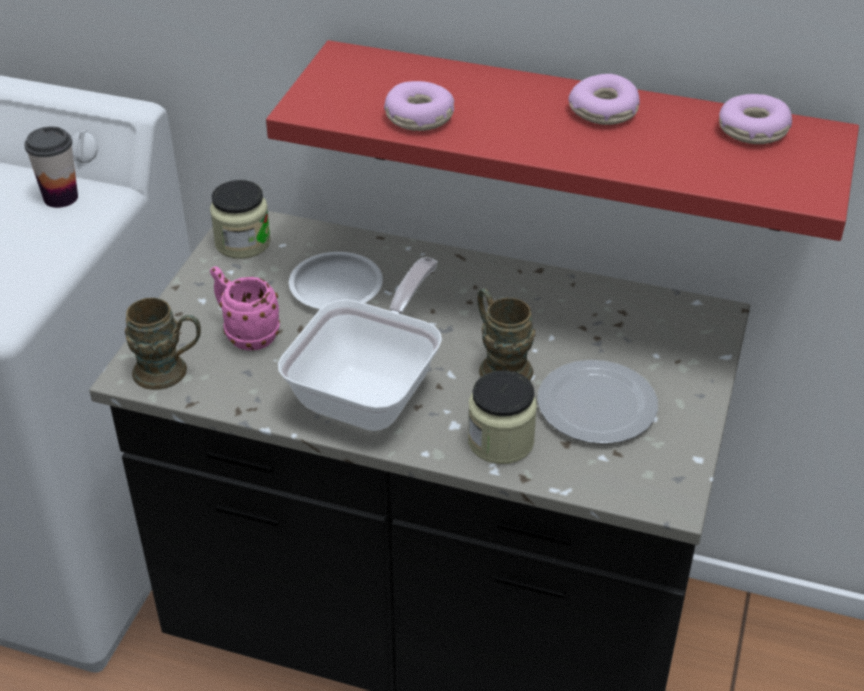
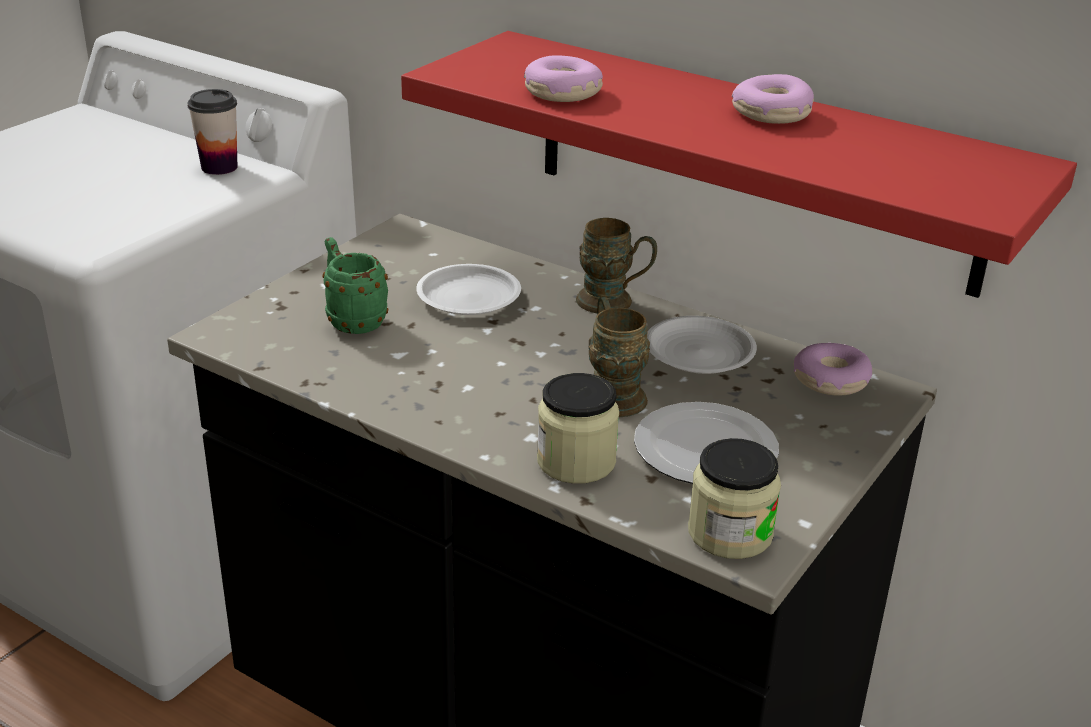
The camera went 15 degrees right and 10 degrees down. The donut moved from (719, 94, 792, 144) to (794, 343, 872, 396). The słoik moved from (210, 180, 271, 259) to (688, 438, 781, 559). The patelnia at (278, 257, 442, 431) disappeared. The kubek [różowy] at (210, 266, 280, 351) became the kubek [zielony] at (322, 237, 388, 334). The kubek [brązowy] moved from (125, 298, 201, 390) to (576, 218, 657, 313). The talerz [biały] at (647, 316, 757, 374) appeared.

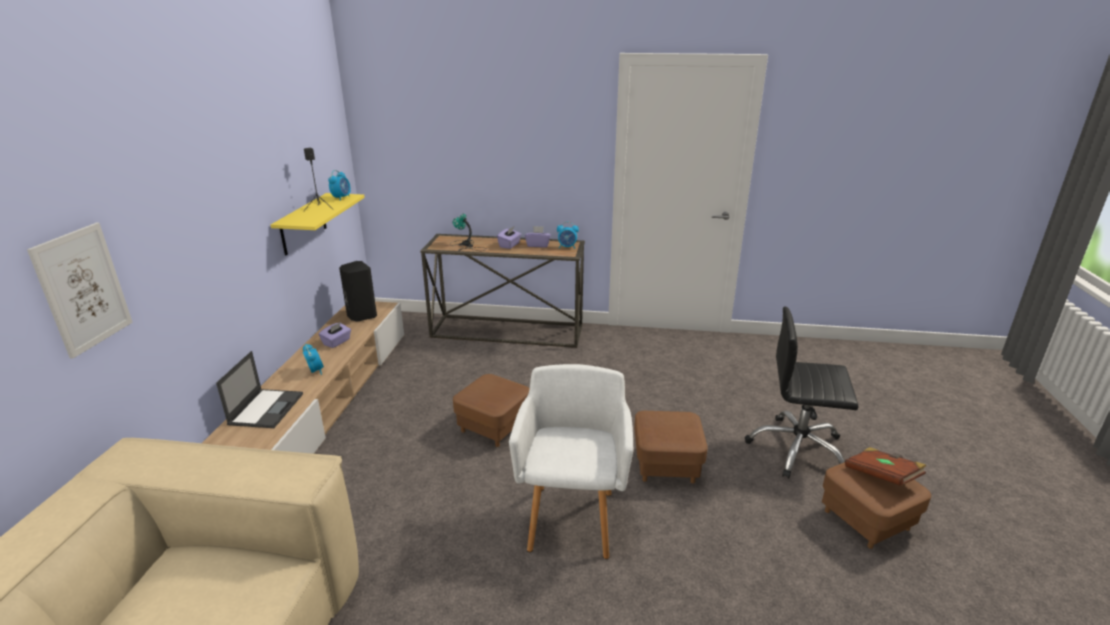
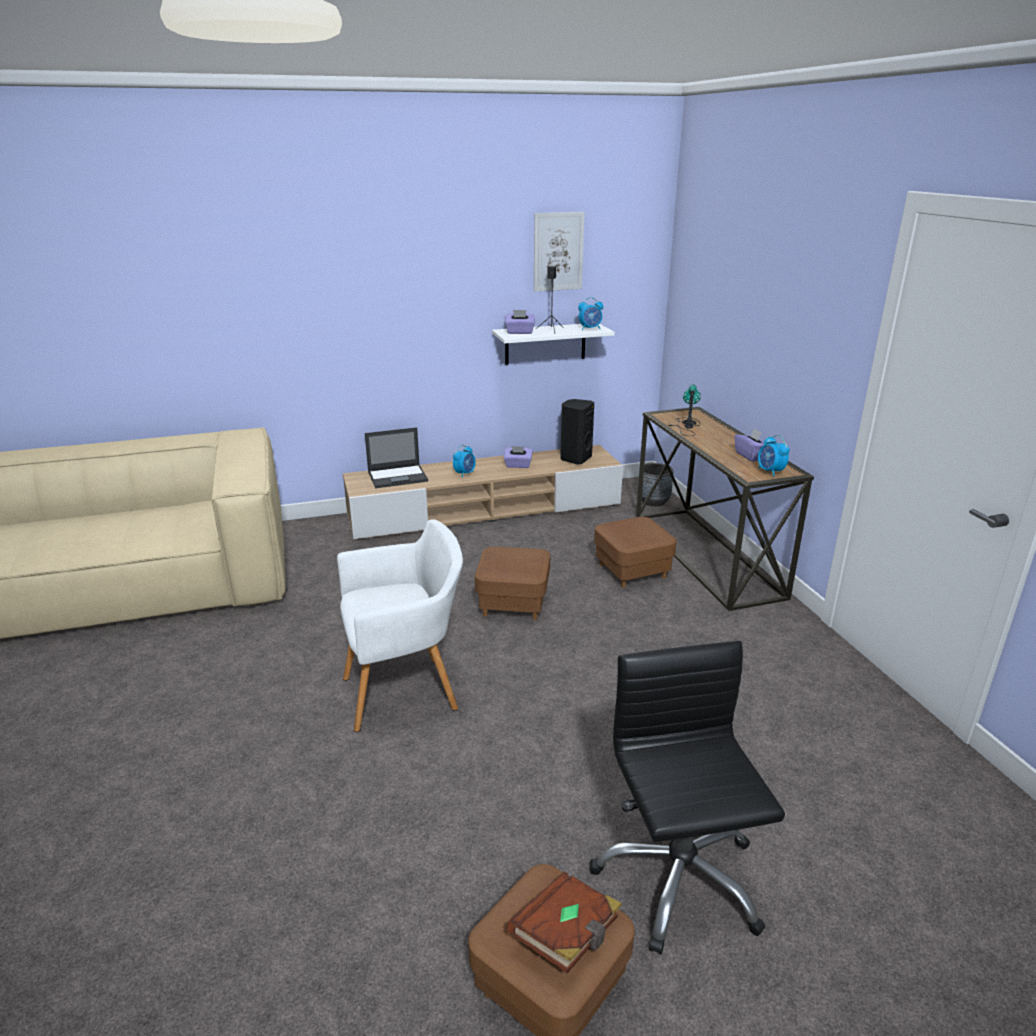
The camera went 65 degrees right and 0 degrees up. The półka [żółty] at (271, 193, 365, 255) became the półka [biały] at (492, 324, 615, 365). The obraz moved from (27, 223, 133, 359) to (534, 212, 584, 292). The pudełko chusteczek [fioletowy] moved from (497, 227, 522, 249) to (505, 310, 535, 334). The pufa [brązowy] moved from (634, 411, 708, 483) to (594, 517, 677, 587). The donica [szary] at (638, 463, 674, 506) appeared.

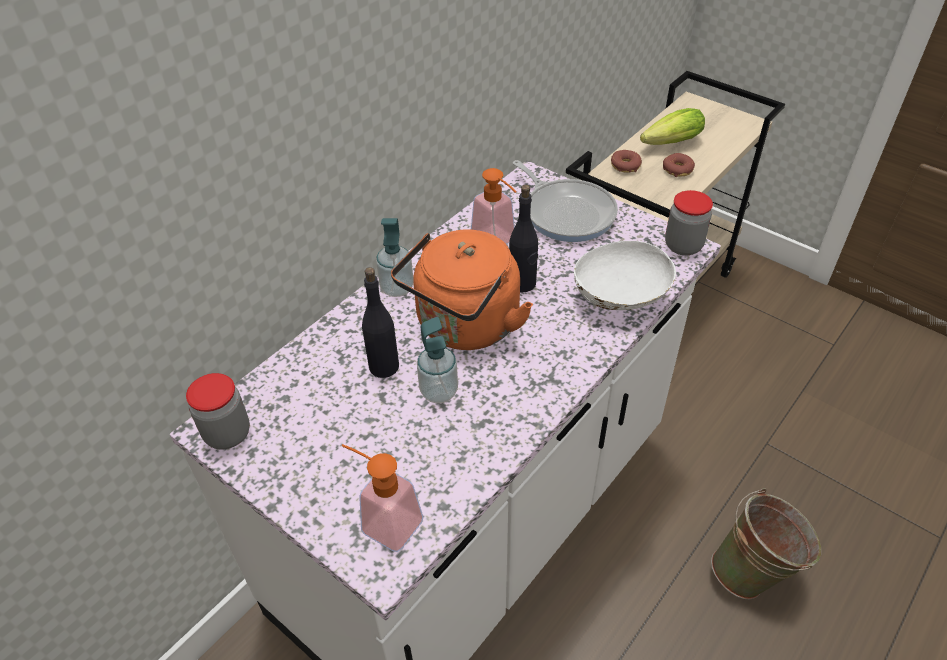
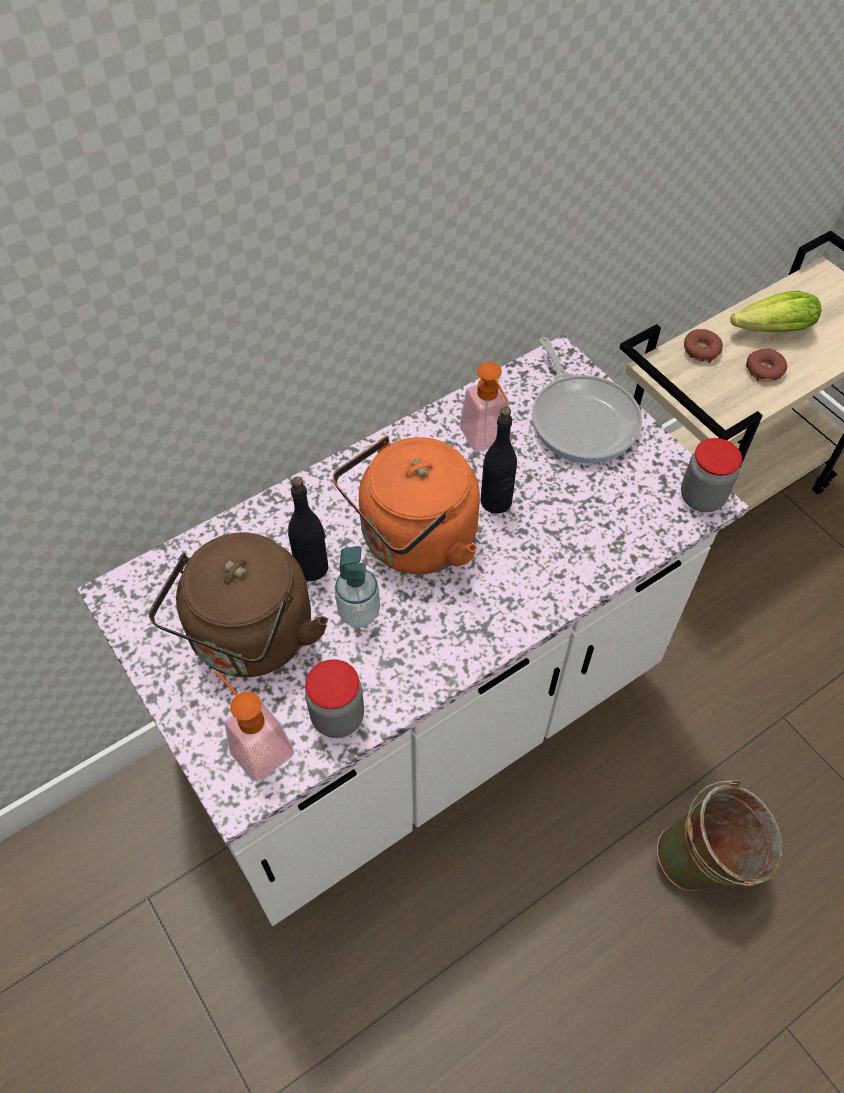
The camera went 15 degrees right and 10 degrees up. The dozownik mydła at (376, 218, 413, 297) disappeared. The miska [biały] at (574, 241, 676, 310) disappeared. The słoik moved from (186, 373, 250, 449) to (305, 659, 364, 738). The czajnik [brązowy] at (149, 532, 328, 677) appeared.

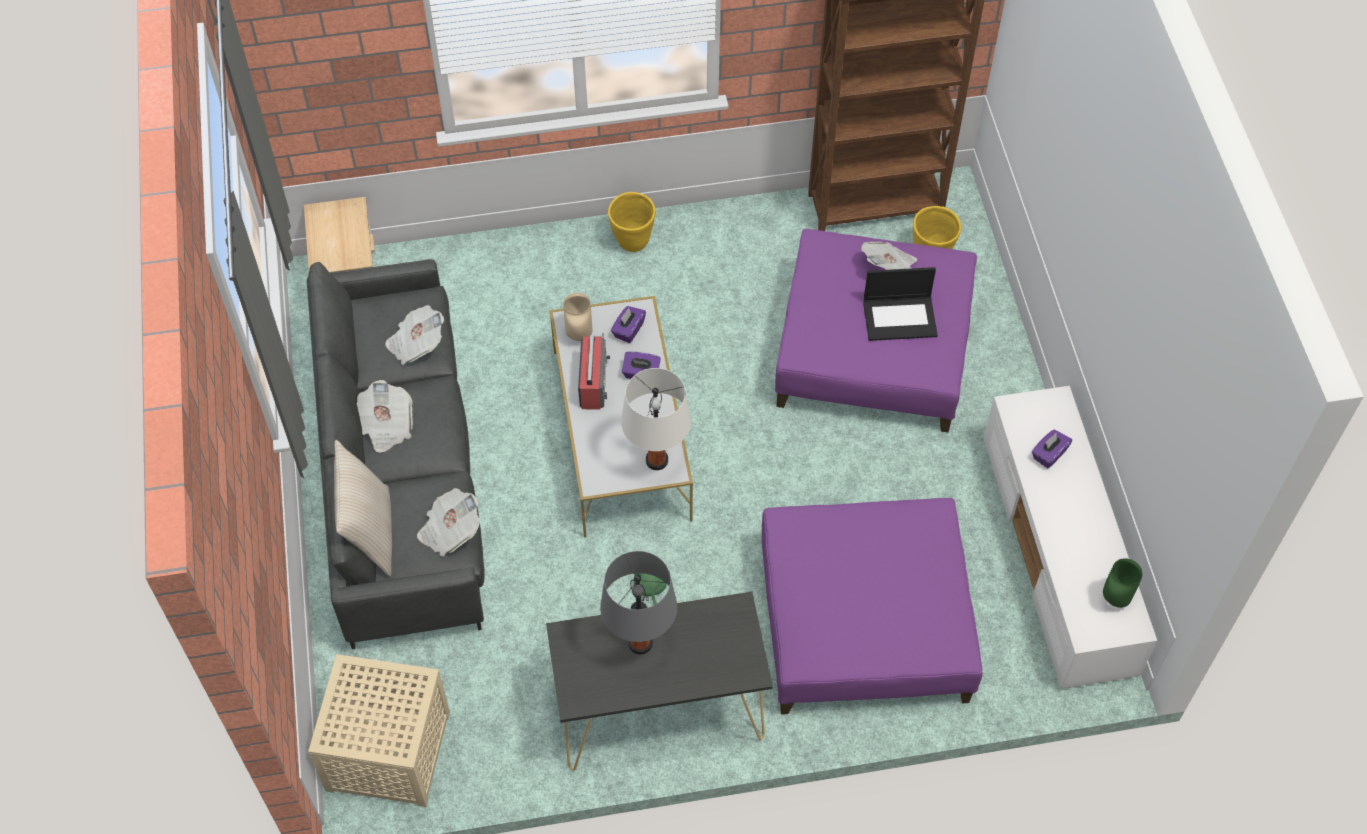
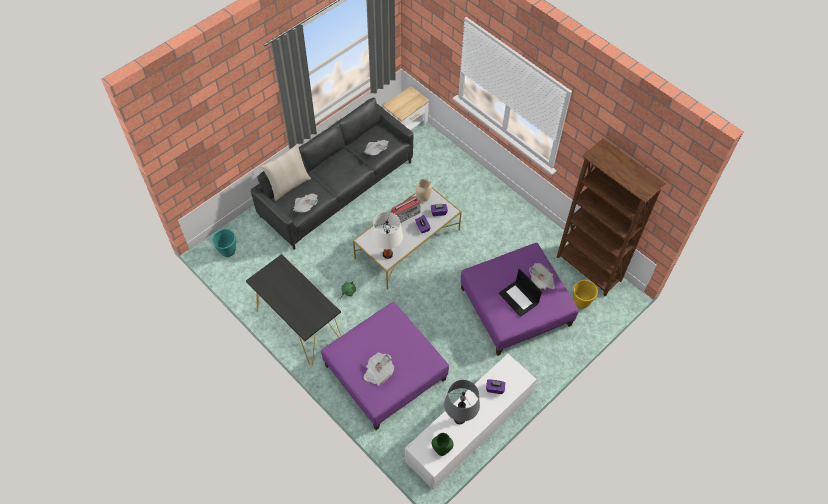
The camera went 55 degrees right and 0 degrees up. The donica [żółty] at (608, 192, 656, 252) disappeared. The gazeta moved from (357, 380, 413, 453) to (363, 352, 394, 386). The lampa stołowa [szary] moved from (600, 551, 677, 654) to (444, 380, 480, 424). The stolik [beżowy] at (308, 654, 450, 807) was replaced by the donica [turkusowy] at (212, 229, 236, 257).

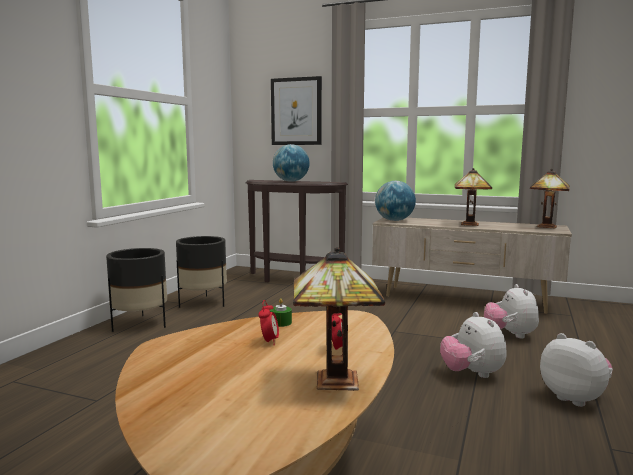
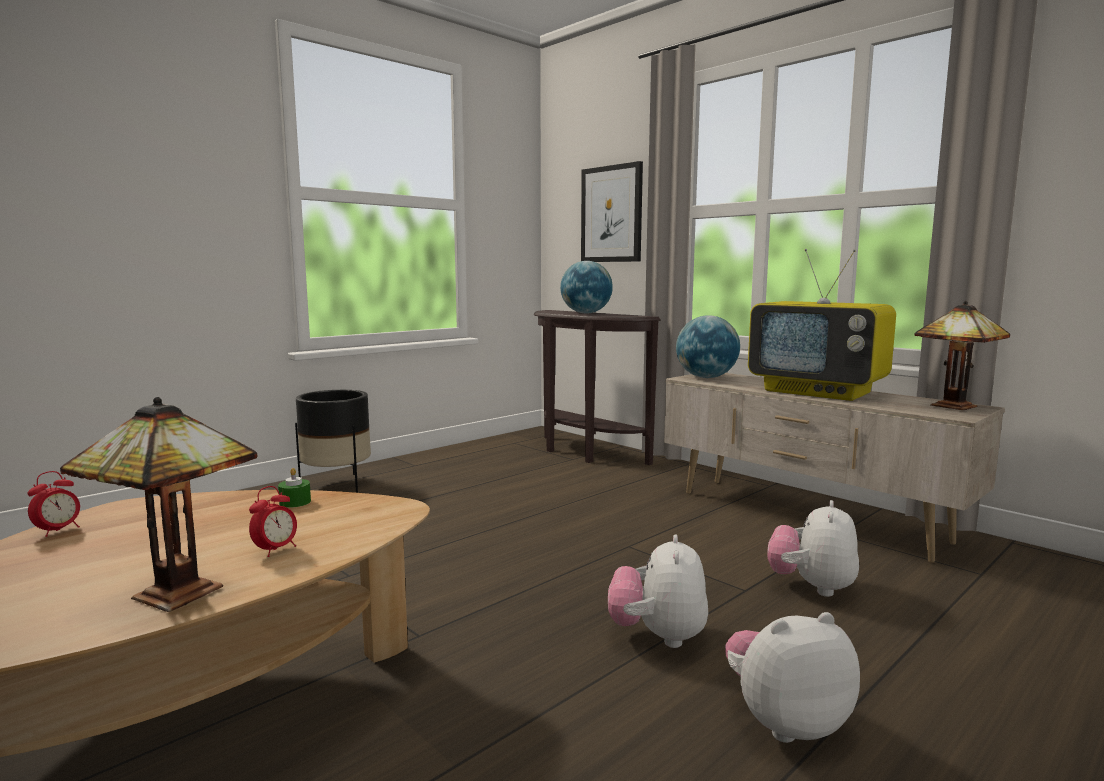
The camera went 25 degrees right and 0 degrees up. The lampa stołowa at (455, 168, 492, 226) was replaced by the telewizor at (748, 249, 896, 401). The donica [czarny] at (176, 236, 227, 308) disappeared. The budzik moved from (258, 300, 279, 345) to (28, 471, 80, 537). The pluszak at (540, 333, 613, 407) turned 90 degrees counterclockwise.

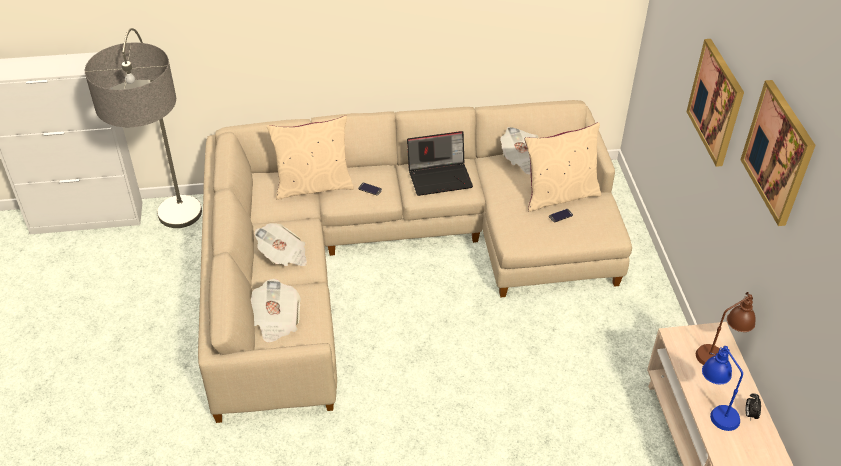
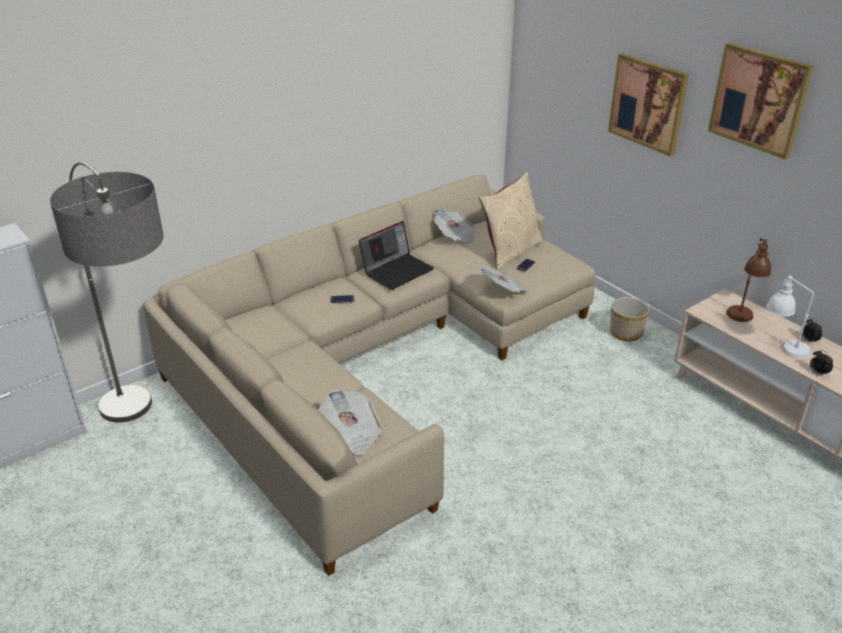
The camera went 30 degrees left and 10 degrees down. The poduszka [beżowy] at (267, 115, 354, 200) disappeared. The gazeta moved from (254, 223, 307, 266) to (479, 265, 529, 293). The lampa stołowa [niebieski] at (702, 346, 743, 431) became the lampa stołowa [biały] at (766, 276, 814, 359). The donica at (610, 297, 650, 341) appeared. The budzik at (810, 350, 833, 378) appeared.

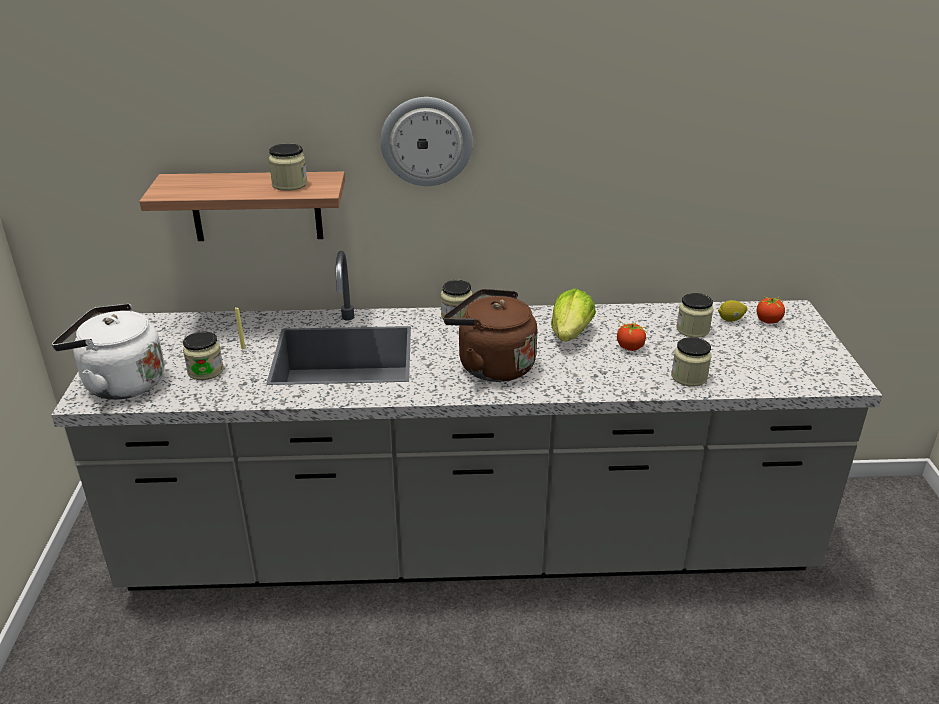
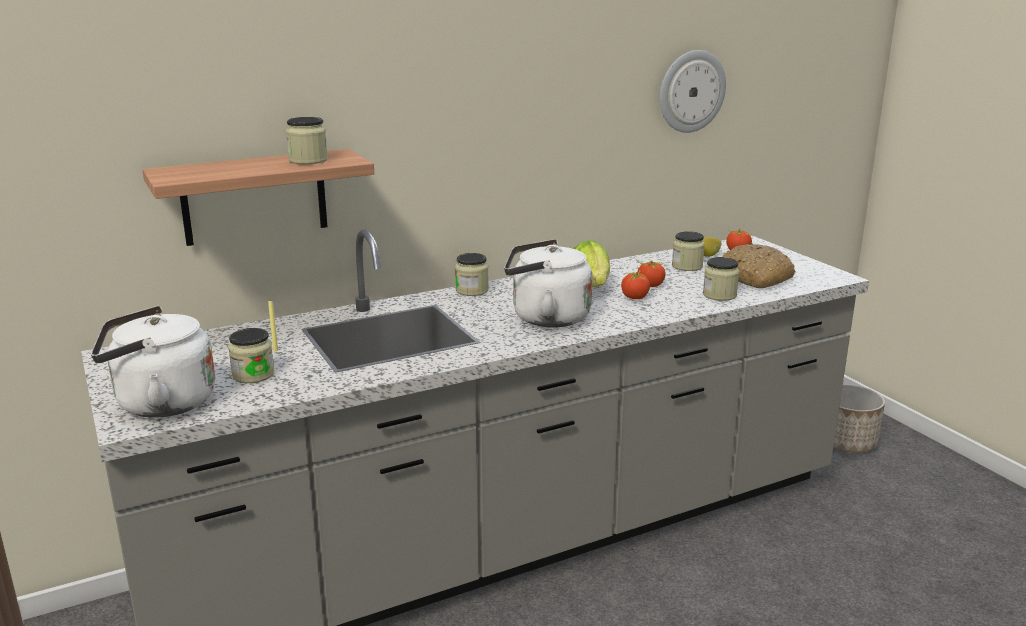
The camera went 25 degrees left and 10 degrees down. The zegar ścienny moved from (380, 97, 473, 186) to (660, 50, 726, 133). The czajnik [brązowy] at (443, 289, 537, 382) became the czajnik [biały] at (504, 239, 592, 327). The chleb at (722, 243, 796, 288) appeared. The pomidor at (621, 268, 650, 299) appeared. The donica at (833, 384, 885, 452) appeared.

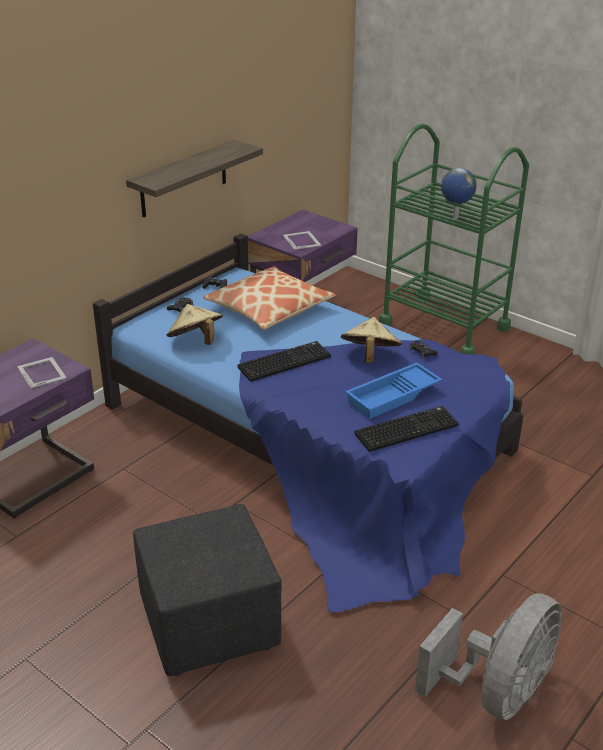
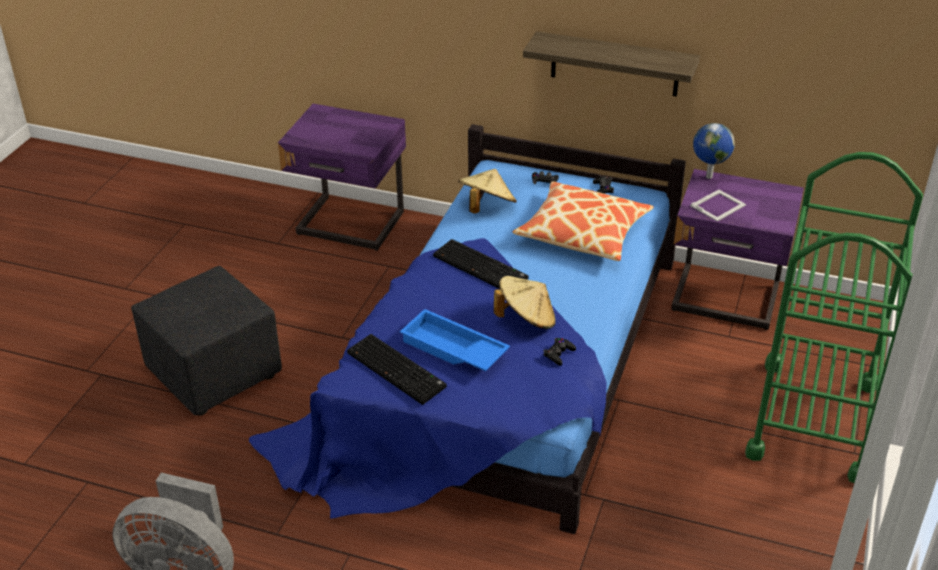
The camera went 70 degrees right and 5 degrees up. The globus moved from (441, 168, 476, 219) to (693, 123, 735, 179). The ramka na zdjęcie at (17, 357, 67, 389) disappeared.

